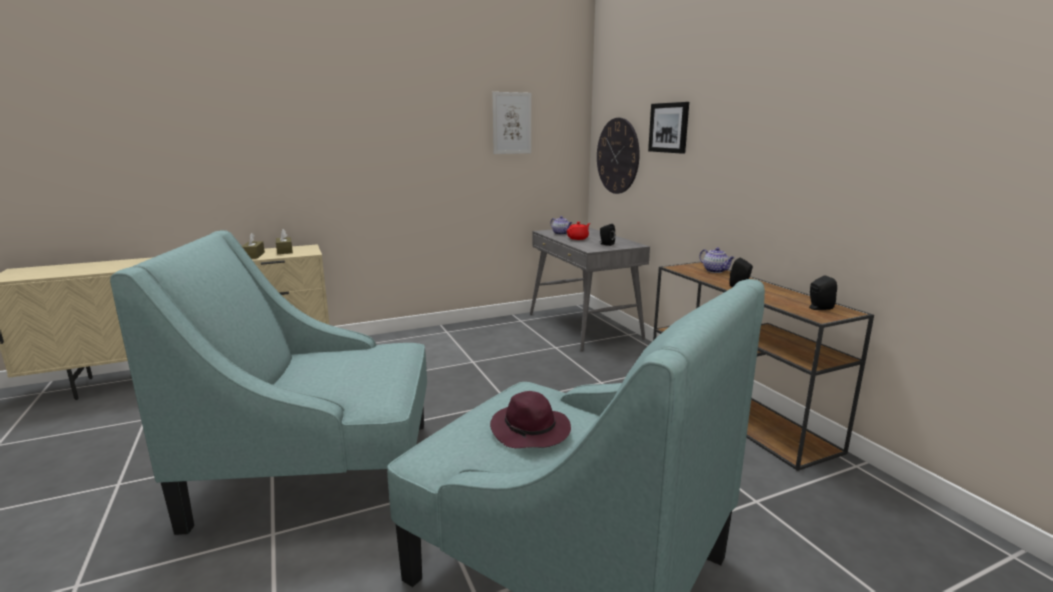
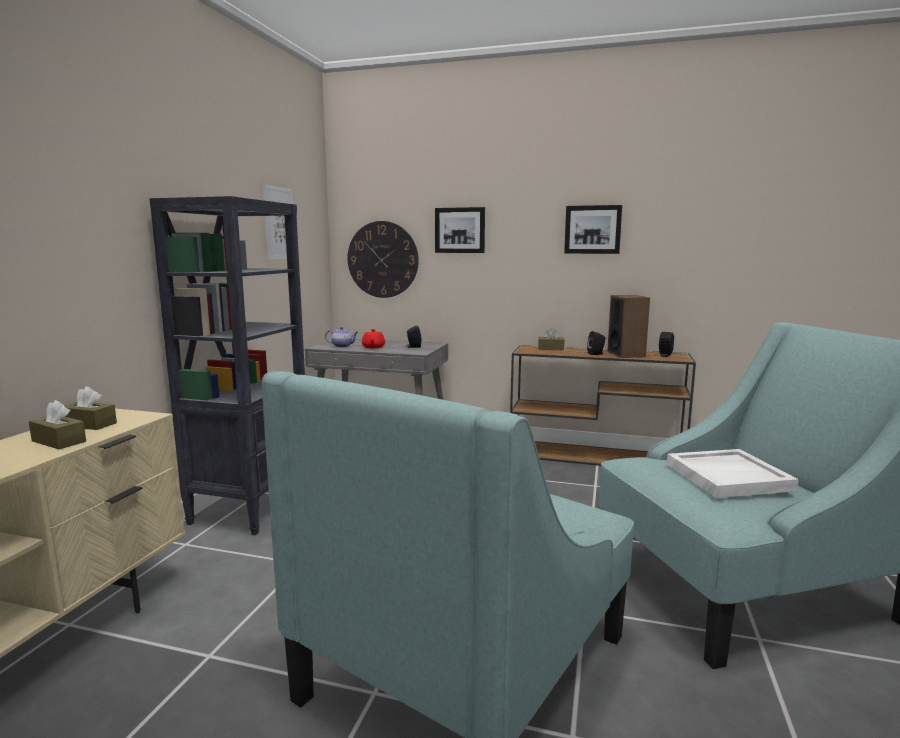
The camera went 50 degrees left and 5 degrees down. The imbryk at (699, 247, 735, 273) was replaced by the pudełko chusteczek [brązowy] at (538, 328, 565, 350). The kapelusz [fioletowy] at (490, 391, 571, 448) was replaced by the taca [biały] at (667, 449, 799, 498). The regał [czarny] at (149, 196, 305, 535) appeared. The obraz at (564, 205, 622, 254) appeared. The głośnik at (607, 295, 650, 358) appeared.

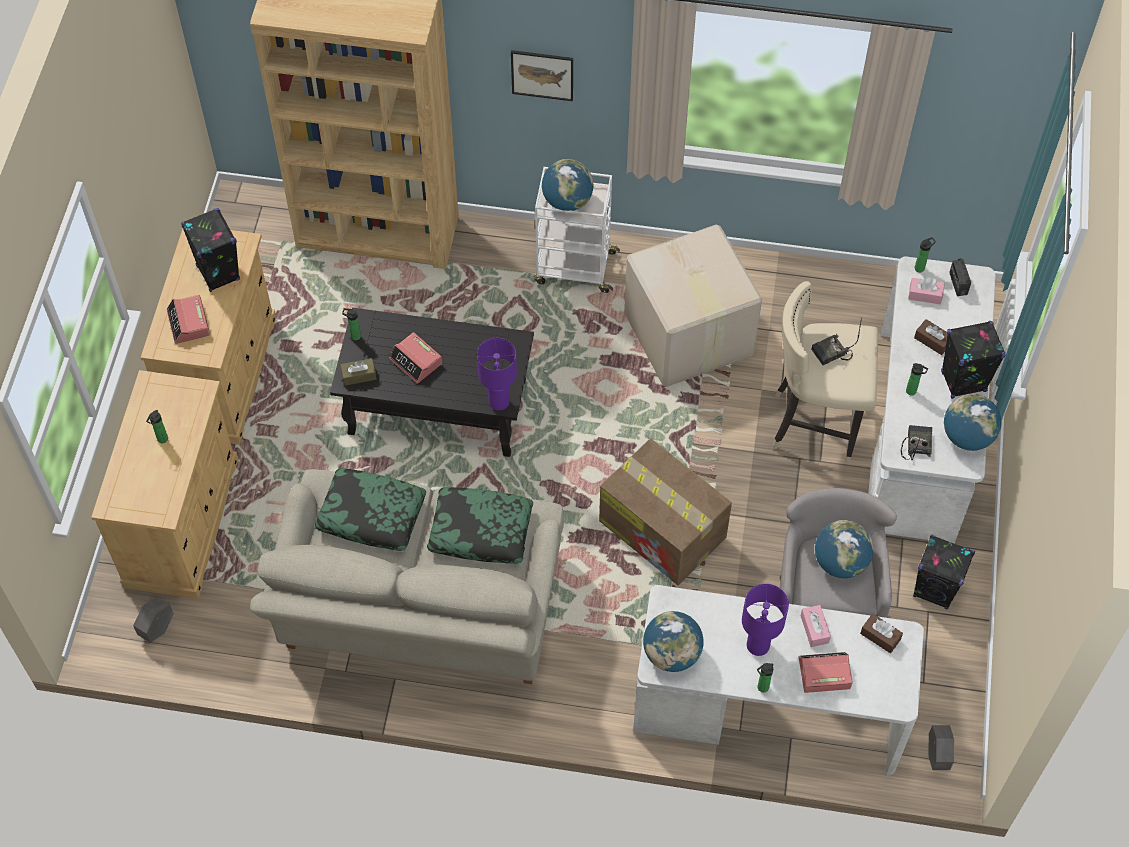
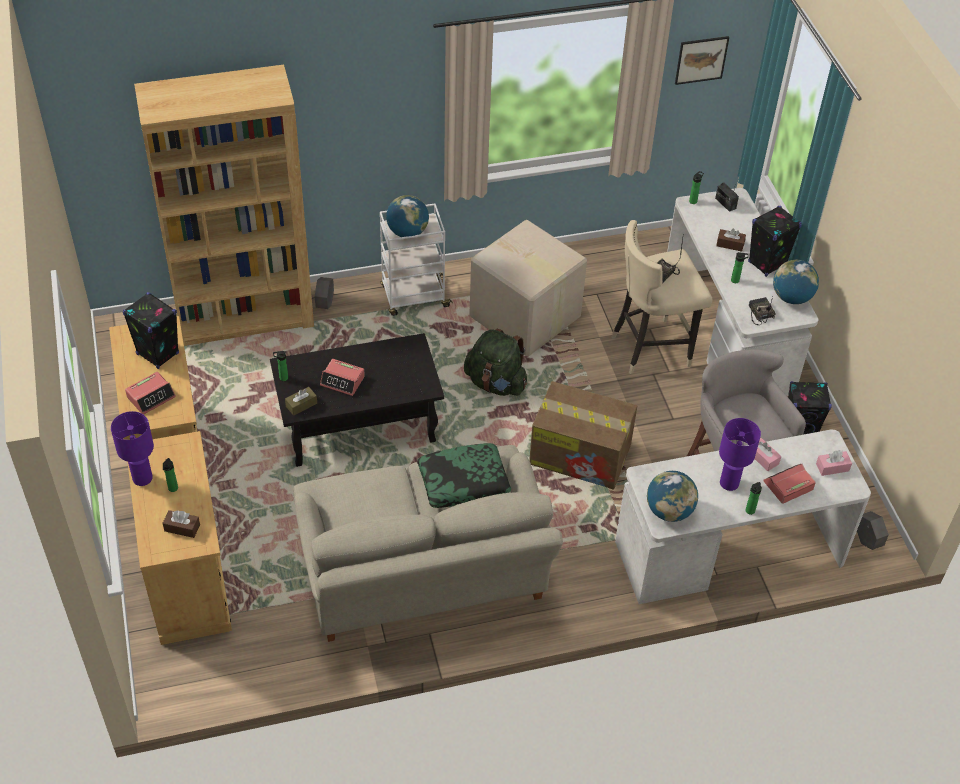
The camera went 25 degrees left and 10 degrees down. The obraz moved from (511, 50, 573, 101) to (675, 36, 729, 85). The pudełko chusteczek [różowy] moved from (908, 277, 945, 304) to (816, 450, 852, 476). The budzik at (167, 295, 210, 344) turned 90 degrees counterclockwise. The lampa stołowa [fioletowy] moved from (477, 338, 517, 410) to (111, 411, 154, 486). The poduszka at (315, 468, 426, 551) disappeared. The globus at (815, 520, 874, 578) disappeared. The donica [szary] moved from (133, 597, 174, 643) to (315, 277, 334, 309). The pudełko chusteczek [brązowy] moved from (860, 613, 903, 653) to (163, 510, 200, 538). The plecak [zielony] at (464, 329, 527, 396) appeared.

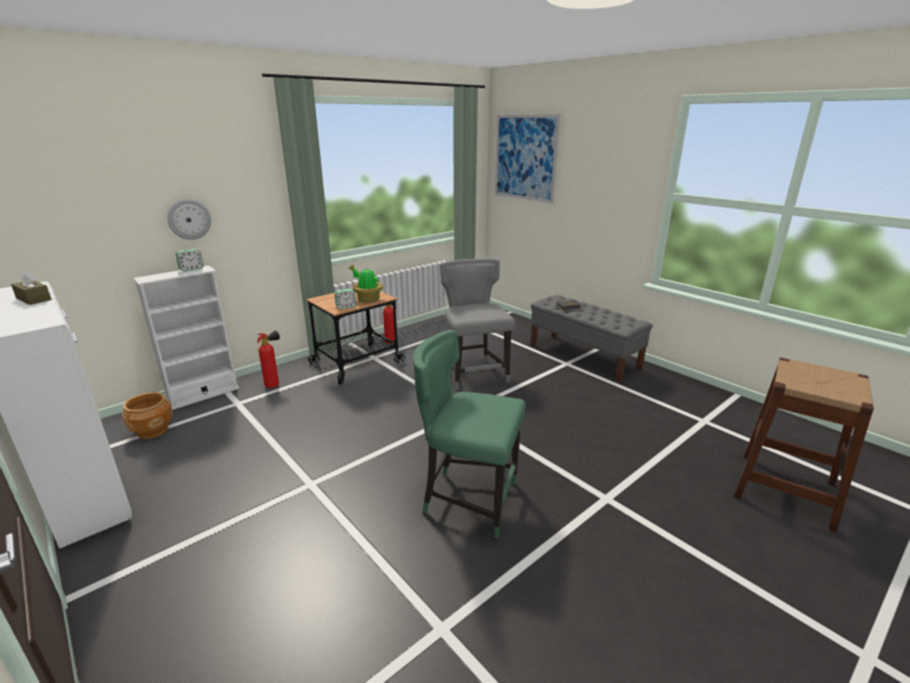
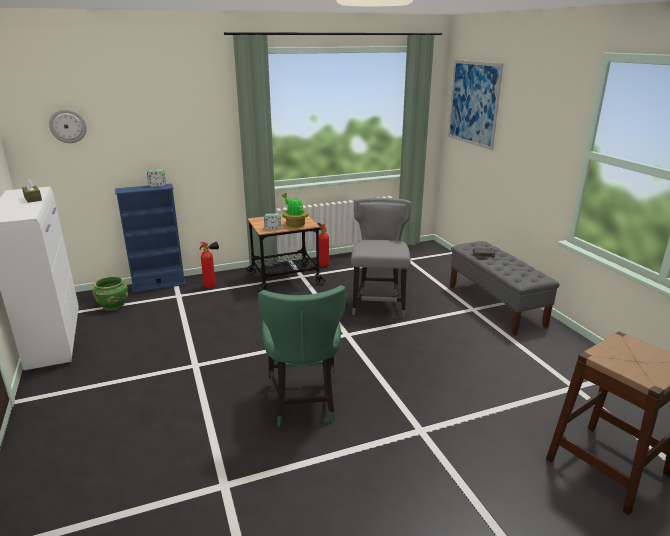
The camera went 20 degrees right and 0 degrees up. The zegar ścienny moved from (167, 199, 211, 240) to (49, 109, 87, 143). The regał [biały] at (133, 266, 240, 410) became the regał [niebieski] at (115, 184, 186, 293). The krzesło [zielony] at (413, 330, 526, 538) turned 135 degrees counterclockwise. The donica [brązowy] at (122, 392, 173, 439) became the donica [zielony] at (93, 276, 128, 311).

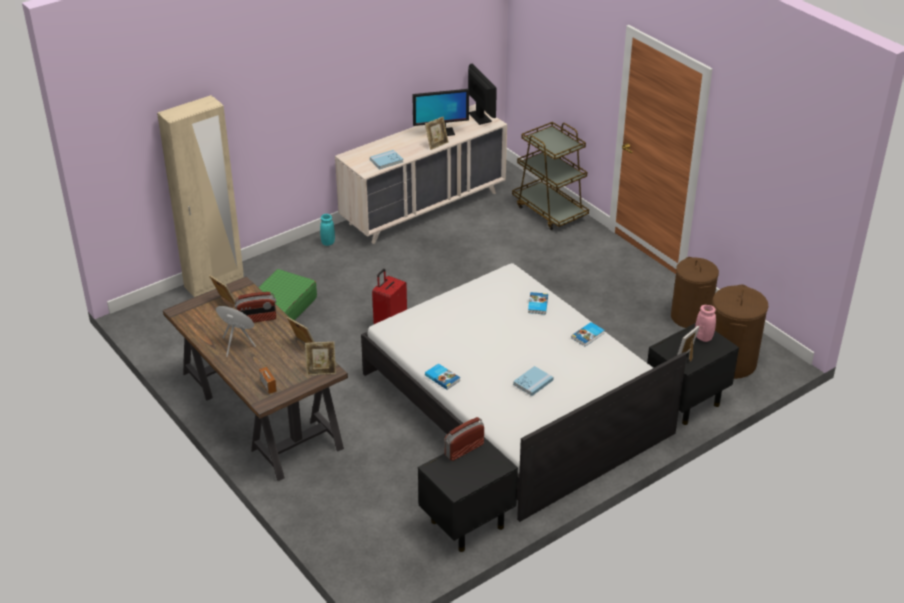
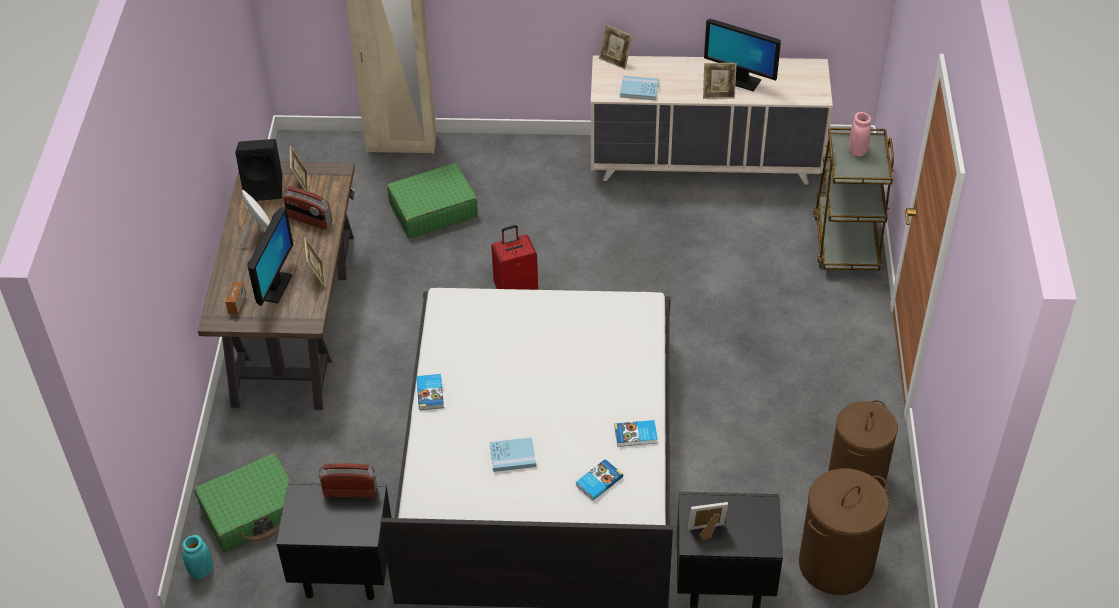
The camera went 40 degrees right and 10 degrees up. The monitor moved from (468, 64, 497, 125) to (247, 207, 293, 306). The wazon [turkusowy] moved from (320, 214, 335, 246) to (182, 535, 213, 579). The książka moved from (528, 292, 548, 314) to (576, 459, 623, 501). The wazon [różowy] moved from (695, 305, 716, 342) to (849, 112, 871, 156). The ramka na zdjęcie moved from (305, 342, 336, 376) to (599, 25, 632, 69). The głośnik [czarny] at (235, 139, 282, 201) appeared. The walizka [zielony] at (194, 453, 291, 552) appeared.

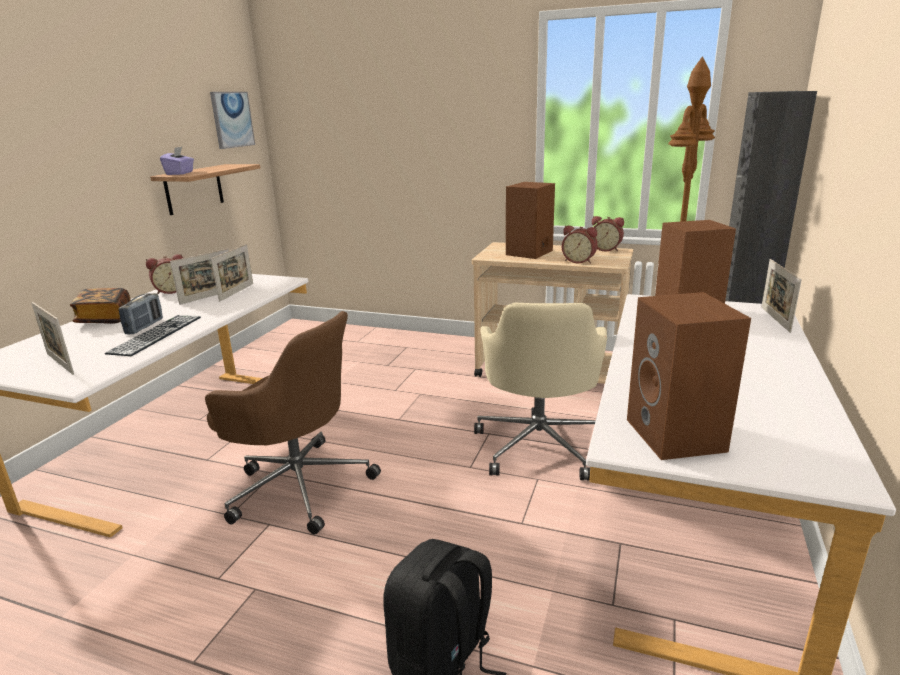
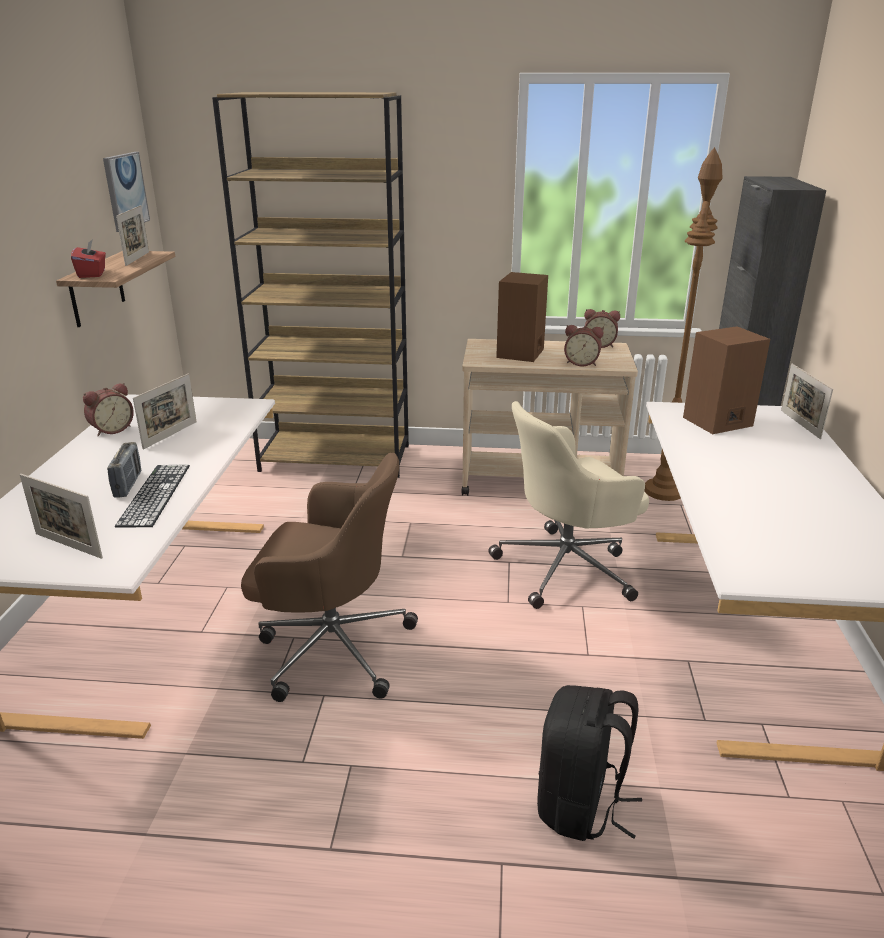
The camera went 15 degrees left and 5 degrees up. The pudełko chusteczek [fioletowy] at (160, 147, 194, 175) became the pudełko chusteczek [czerwony] at (71, 239, 106, 278). The ramka na zdjęcie moved from (211, 244, 253, 302) to (116, 205, 149, 266). The książka at (70, 288, 130, 324) disappeared. The głośnik [brązowy] at (627, 292, 751, 460) disappeared. The krzesło biurowe [beżowy] at (474, 303, 607, 480) turned 75 degrees clockwise. The regał [brązowy] at (212, 92, 409, 478) appeared.

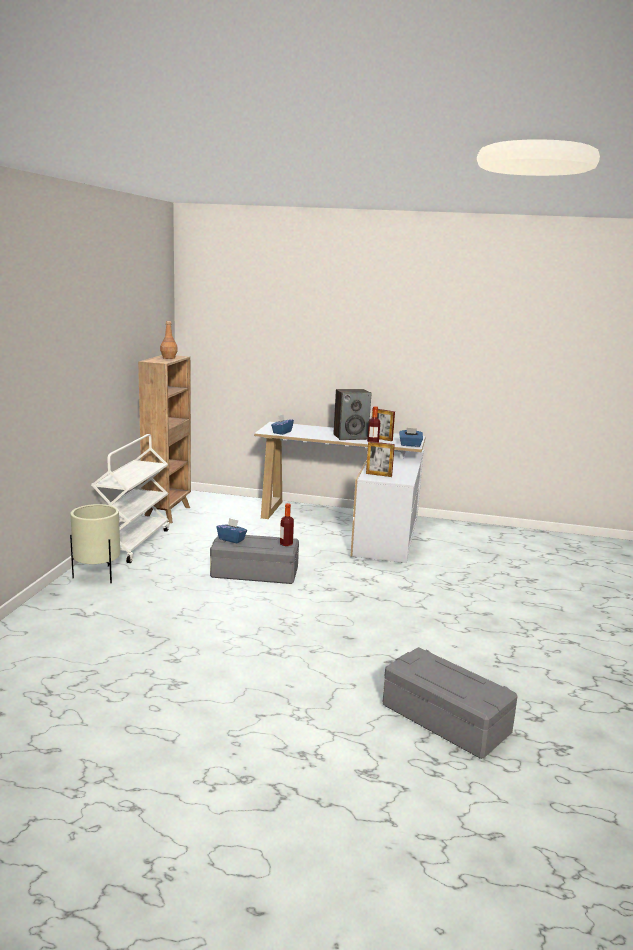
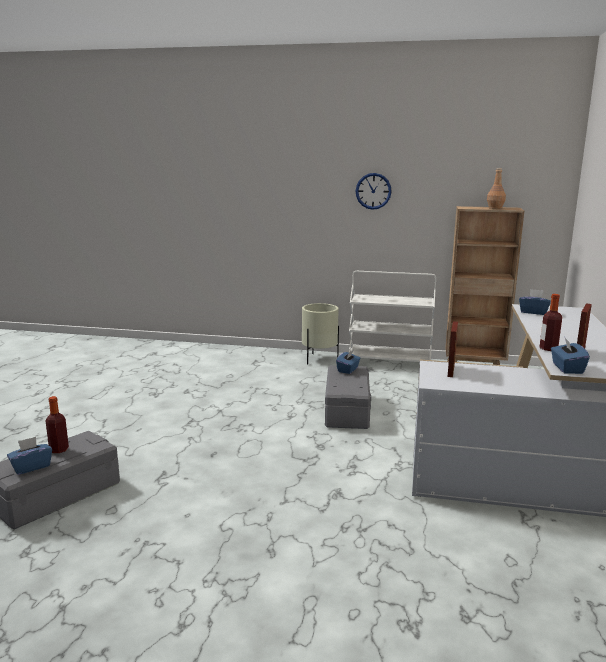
The camera went 90 degrees right and 0 degrees up. The głośnik at (334, 389, 371, 440) disappeared. The butelka moved from (280, 503, 294, 546) to (46, 396, 69, 453). The zegar ścienny at (356, 173, 392, 210) appeared. The pudełko chusteczek [niebieski] at (7, 437, 52, 475) appeared.

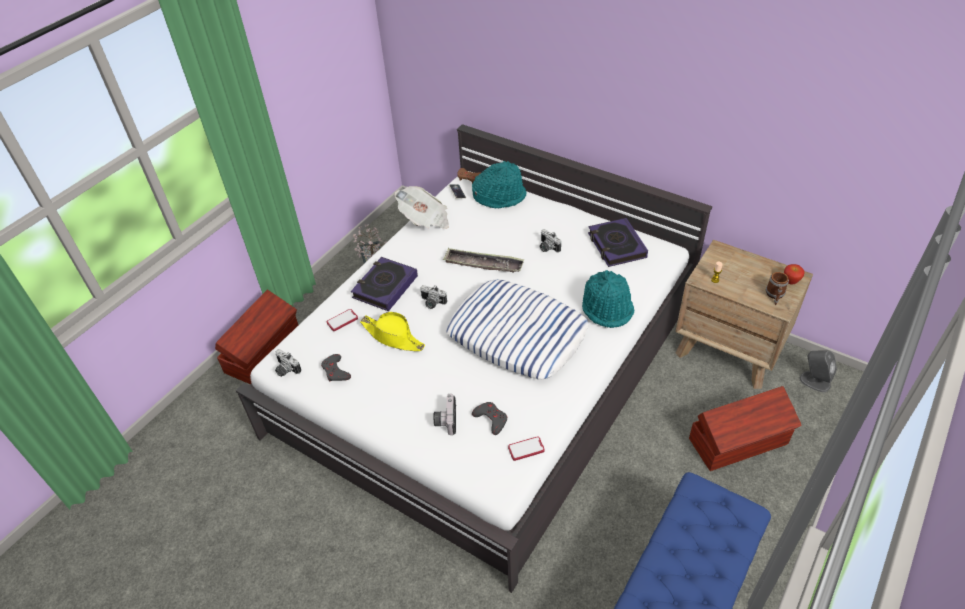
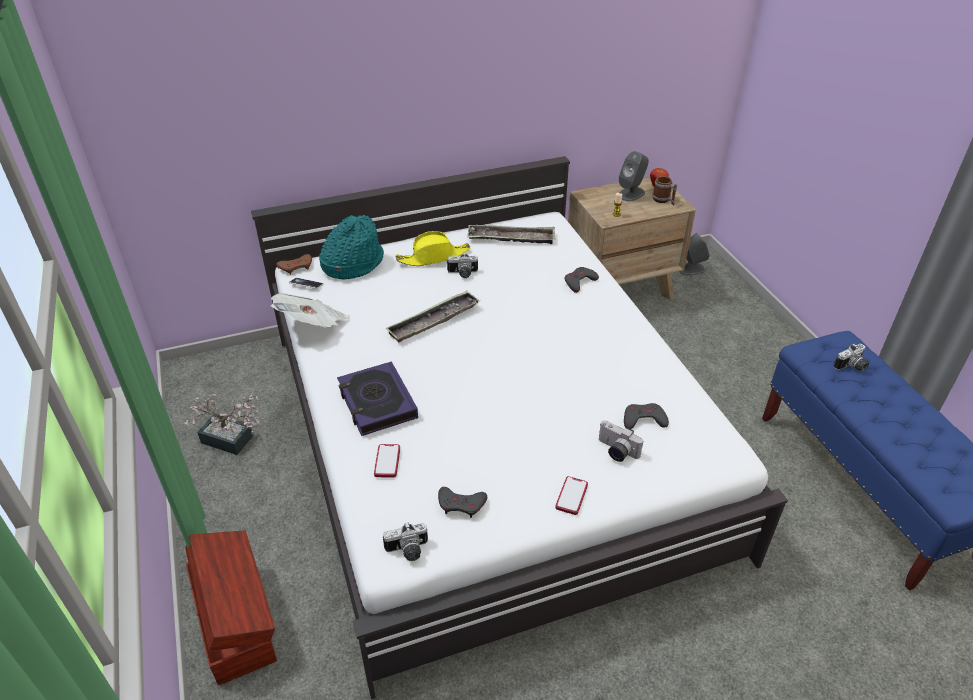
The camera went 55 degrees left and 5 degrees down. The książka at (588, 218, 648, 267) was replaced by the taca at (468, 225, 555, 244). The kapelusz [turkusowy] at (582, 270, 634, 328) was replaced by the pad do gier [szary] at (564, 267, 599, 293). The poduszka at (446, 279, 589, 379) disappeared. The aparat fotograficzny moved from (420, 285, 447, 309) to (834, 343, 869, 371). The kapelusz [żółty] moved from (360, 312, 425, 351) to (395, 231, 471, 266). The pojemnik do przechowywania [brązowy] at (689, 386, 802, 471) disappeared. The telefon moved from (508, 436, 545, 461) to (555, 476, 588, 515). The głośnik [szary] at (619, 151, 649, 201) appeared.

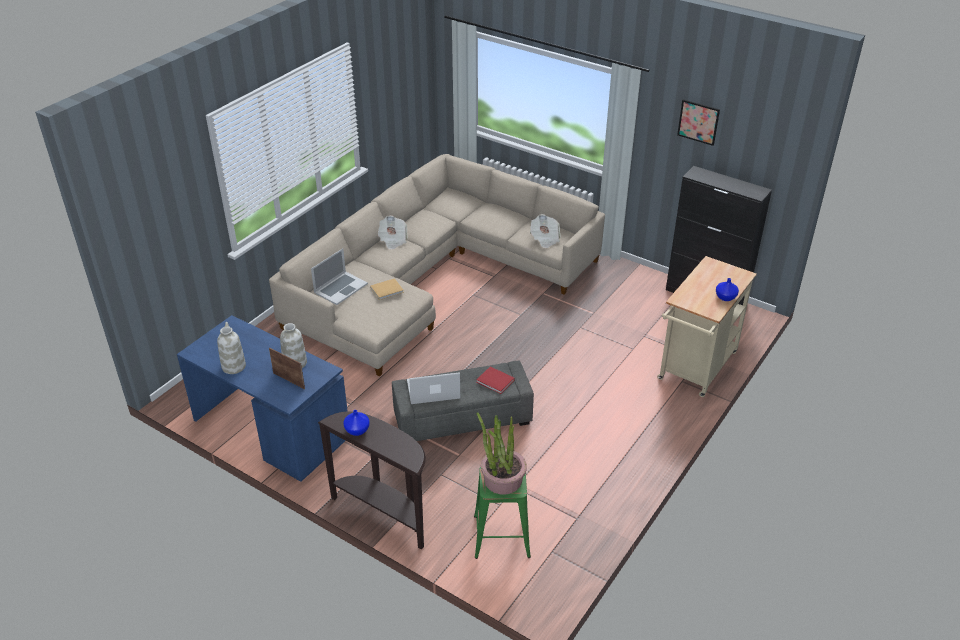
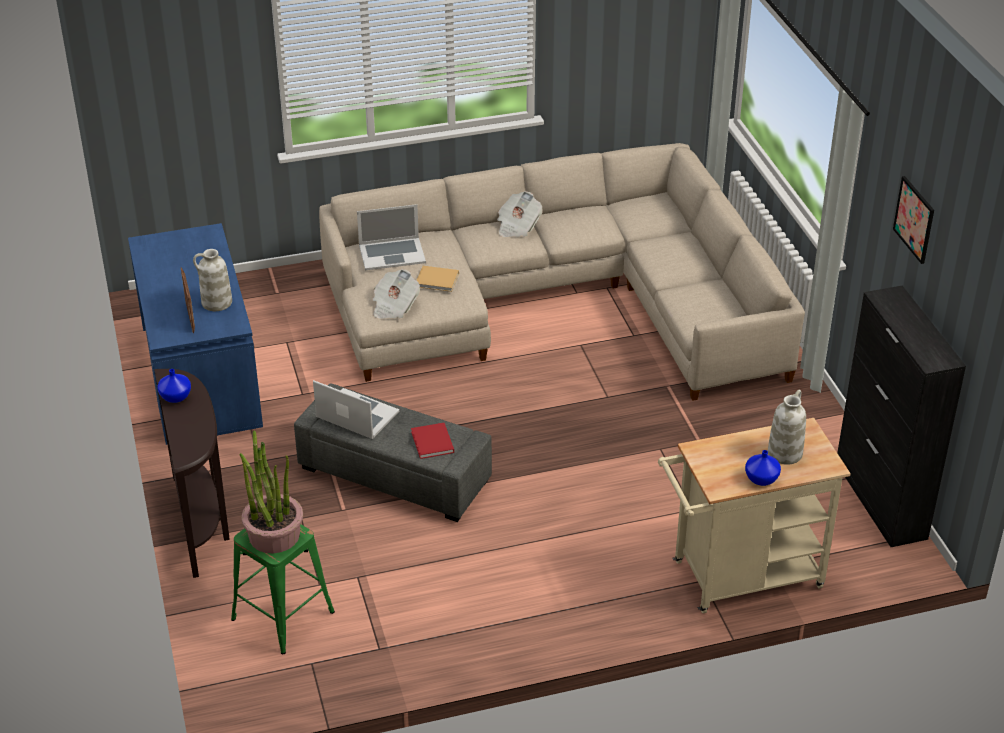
The camera went 40 degrees right and 0 degrees up. The gazeta moved from (530, 214, 560, 248) to (372, 269, 420, 319). The wazon [biały] moved from (217, 322, 246, 374) to (768, 390, 806, 465).

